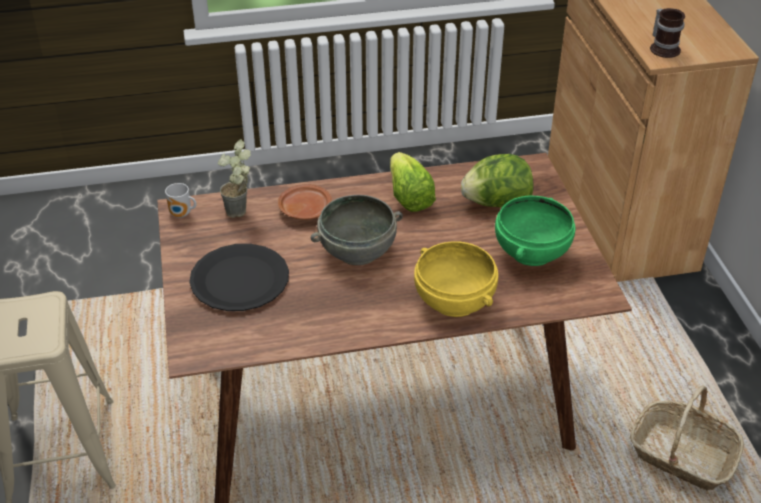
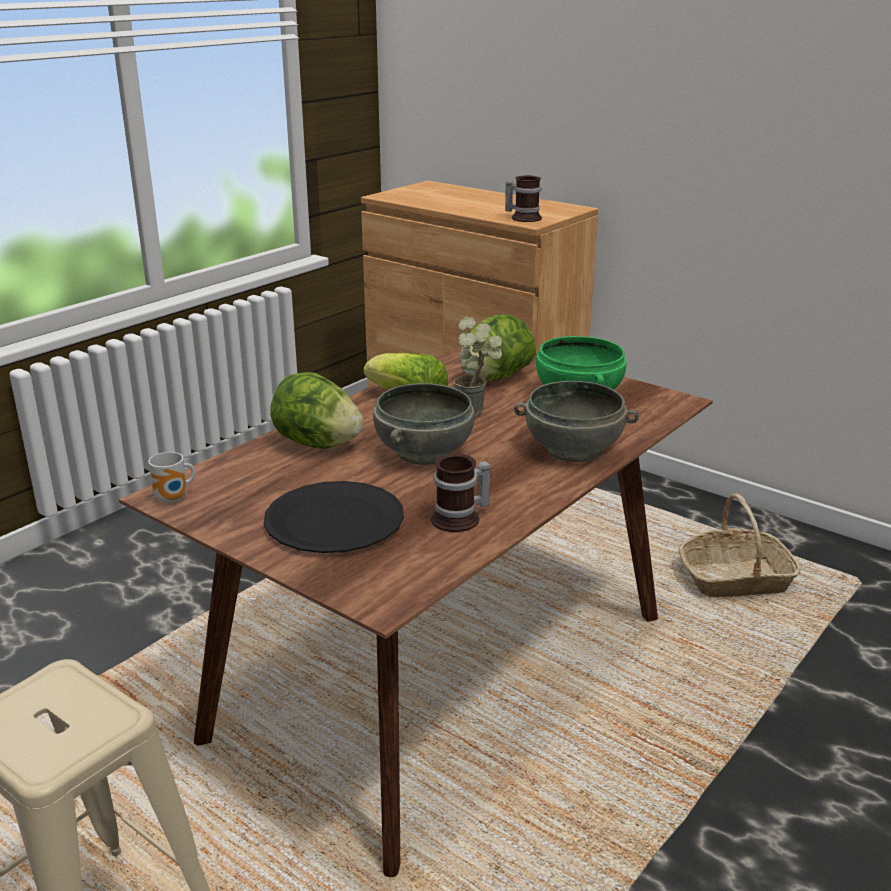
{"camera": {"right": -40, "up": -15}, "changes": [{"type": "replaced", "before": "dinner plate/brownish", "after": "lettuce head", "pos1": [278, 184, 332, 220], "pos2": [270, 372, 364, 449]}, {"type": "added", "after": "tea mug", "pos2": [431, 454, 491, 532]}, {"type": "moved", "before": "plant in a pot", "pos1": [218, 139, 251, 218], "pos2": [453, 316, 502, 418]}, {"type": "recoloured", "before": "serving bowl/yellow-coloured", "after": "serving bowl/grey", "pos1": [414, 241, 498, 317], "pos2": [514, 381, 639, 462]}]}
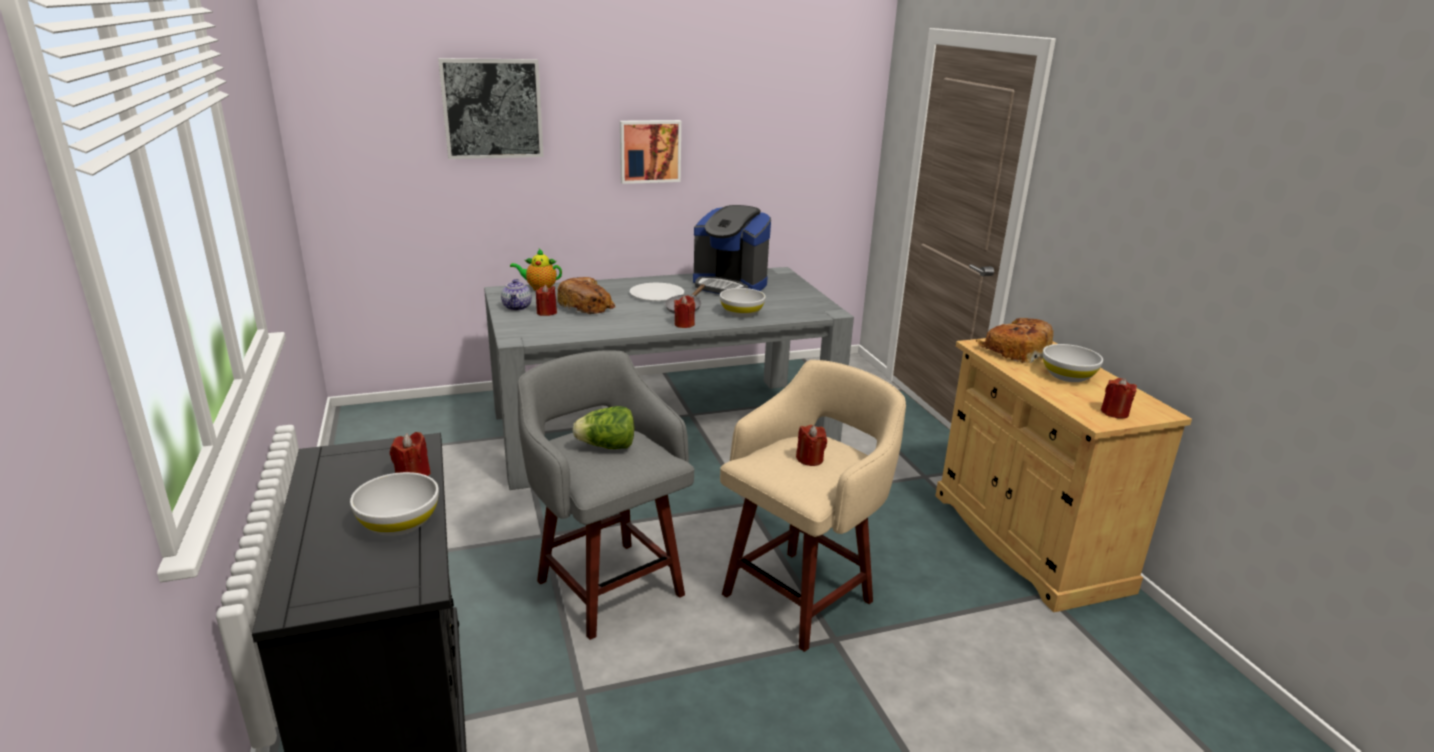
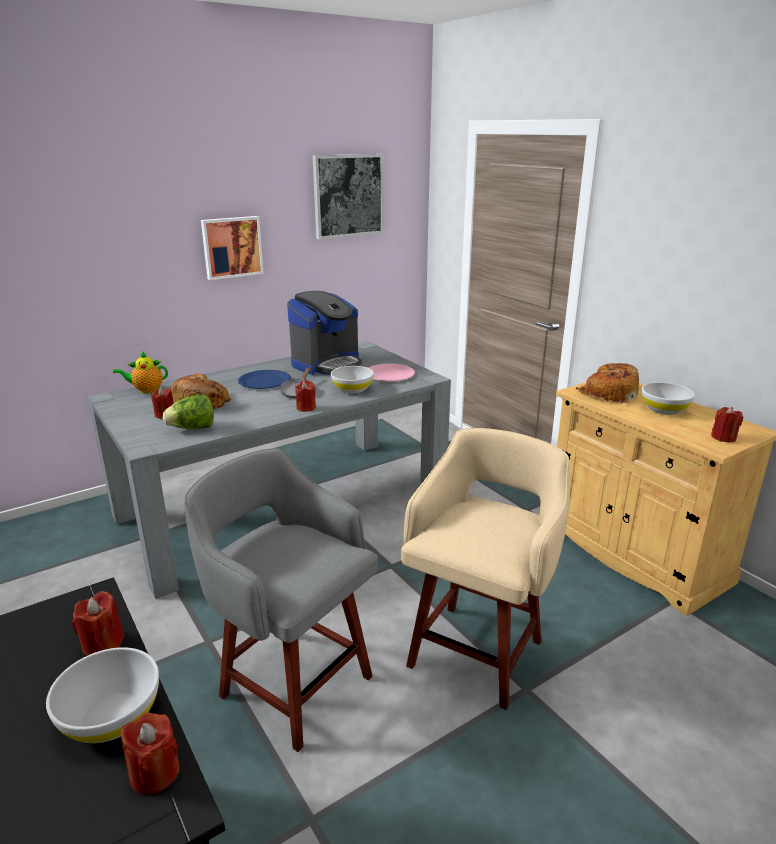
{"camera": {"right": -15, "up": 0}, "changes": [{"type": "moved", "before": "wax candle/red-coloured", "pos1": [796, 425, 827, 466], "pos2": [120, 713, 180, 795]}, {"type": "moved", "before": "lettuce head", "pos1": [573, 406, 634, 449], "pos2": [163, 394, 214, 429]}, {"type": "recoloured", "before": "dinner plate/white-coloured", "after": "dinner plate/blue", "pos1": [629, 283, 684, 301], "pos2": [238, 370, 291, 389]}, {"type": "turned", "before": "coffee brewer", "pos1": [693, 205, 771, 294], "pos2": [287, 291, 362, 375], "turn": -60}, {"type": "moved", "before": "wall art", "pos1": [438, 58, 544, 159], "pos2": [313, 154, 384, 239]}, {"type": "added", "after": "dinner plate/pink-coloured", "pos2": [368, 364, 415, 382]}, {"type": "removed", "before": "teapot", "pos1": [501, 279, 532, 311]}]}
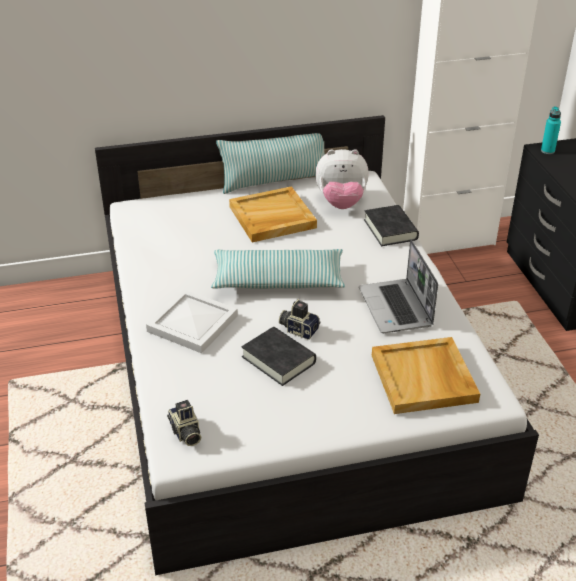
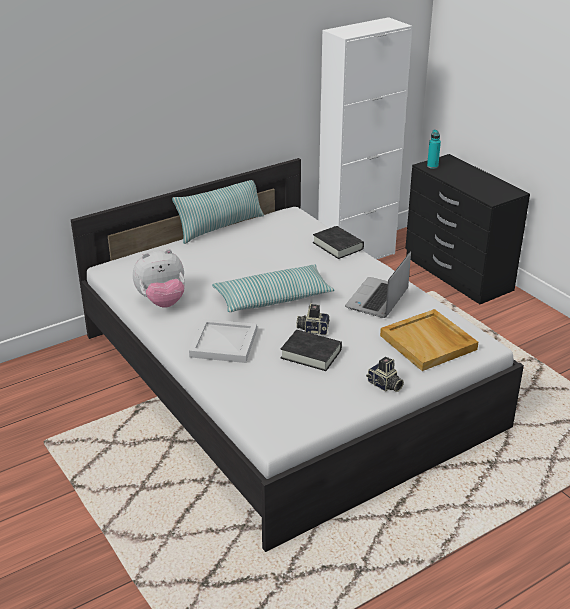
{"camera": {"right": -20, "up": -5}, "changes": [{"type": "moved", "before": "soft toy", "pos1": [315, 149, 369, 209], "pos2": [133, 249, 185, 308]}, {"type": "turned", "before": "portable computer", "pos1": [359, 239, 438, 333], "pos2": [345, 251, 411, 318], "turn": 60}, {"type": "moved", "before": "photo camera", "pos1": [167, 400, 201, 446], "pos2": [366, 357, 404, 392]}, {"type": "removed", "before": "serving tray/beige", "pos1": [229, 186, 317, 242]}]}
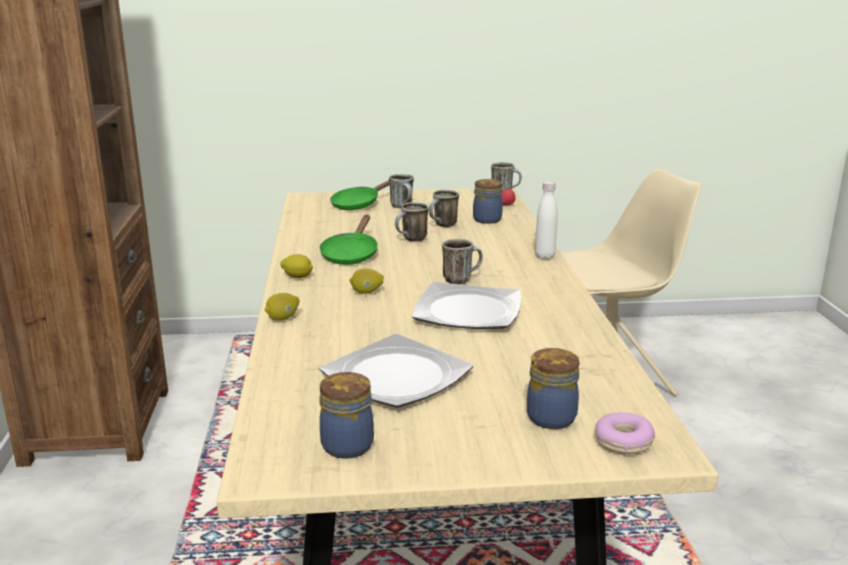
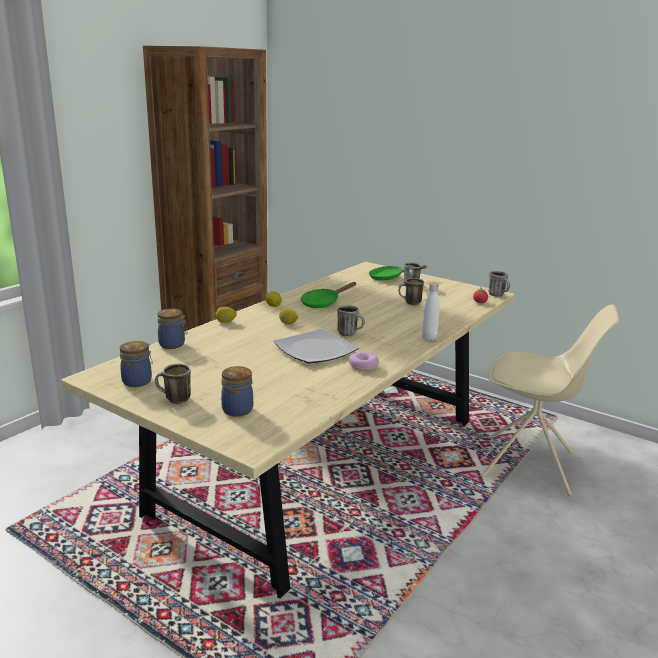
{"camera": {"right": 40, "up": 0}, "changes": [{"type": "moved", "before": "tea mug", "pos1": [395, 202, 429, 242], "pos2": [155, 364, 191, 404]}, {"type": "moved", "before": "preserve jar", "pos1": [473, 179, 503, 224], "pos2": [157, 309, 187, 349]}, {"type": "moved", "before": "ring doughnut", "pos1": [595, 413, 655, 454], "pos2": [348, 352, 379, 371]}, {"type": "removed", "before": "dinner plate", "pos1": [320, 334, 473, 407]}]}
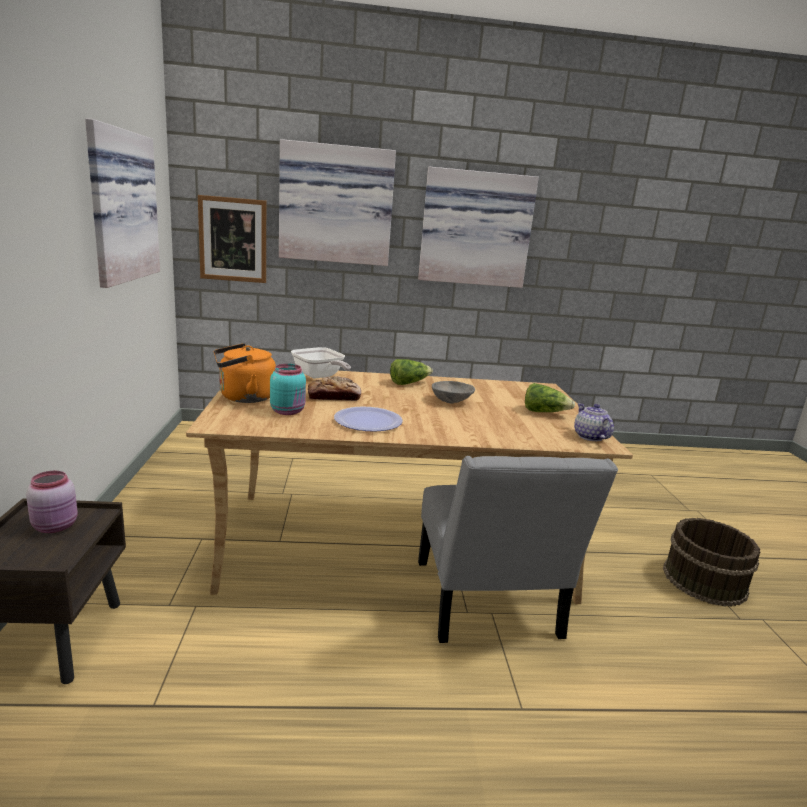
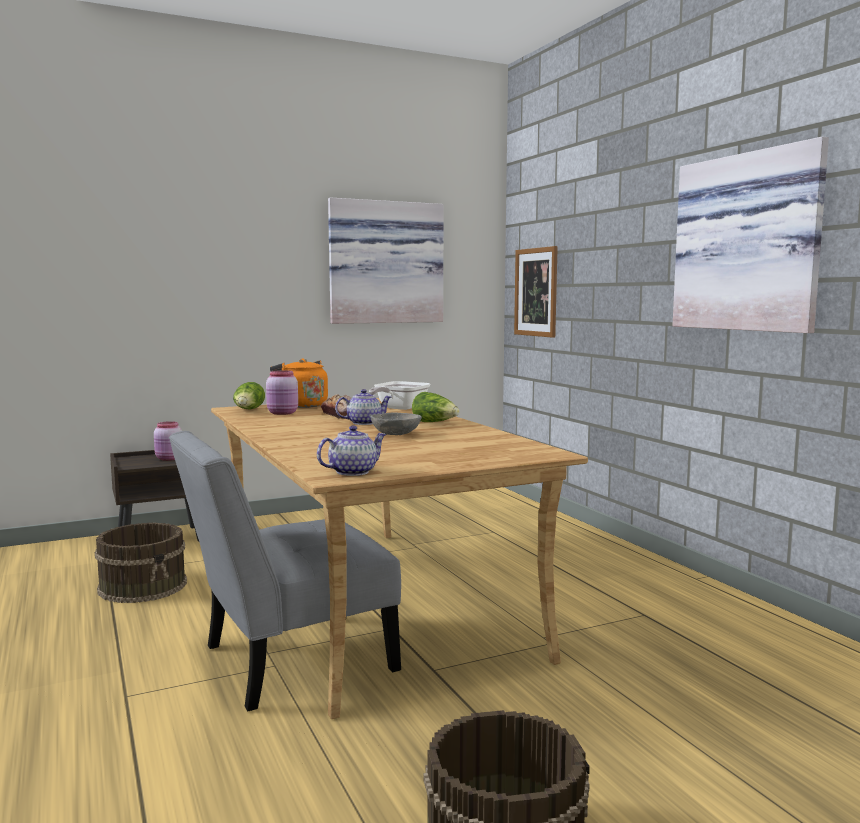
{"camera": {"right": 70, "up": -10}, "changes": [{"type": "added", "after": "water bucket/brownish", "pos2": [95, 523, 187, 603]}, {"type": "moved", "before": "lettuce head", "pos1": [525, 383, 575, 412], "pos2": [233, 382, 265, 410]}, {"type": "recoloured", "before": "preserve jar/blue-green", "after": "preserve jar/pink-coloured", "pos1": [270, 364, 306, 415], "pos2": [266, 370, 298, 415]}, {"type": "added", "after": "teapot", "pos2": [335, 389, 391, 425]}, {"type": "removed", "before": "wall art", "pos1": [279, 139, 396, 266]}, {"type": "removed", "before": "dinner plate", "pos1": [334, 407, 403, 432]}]}
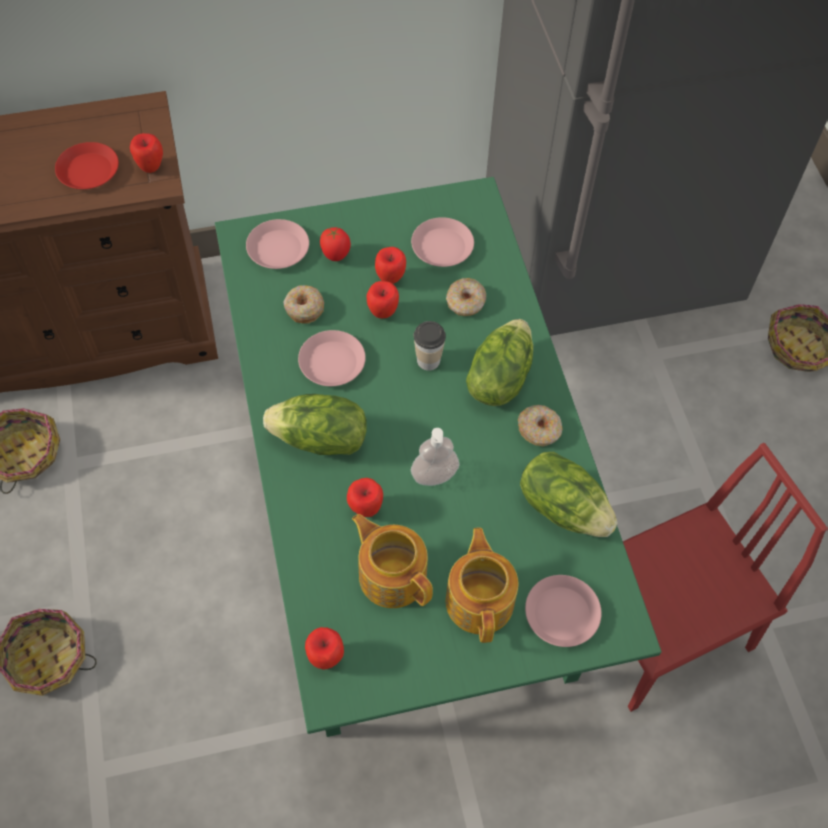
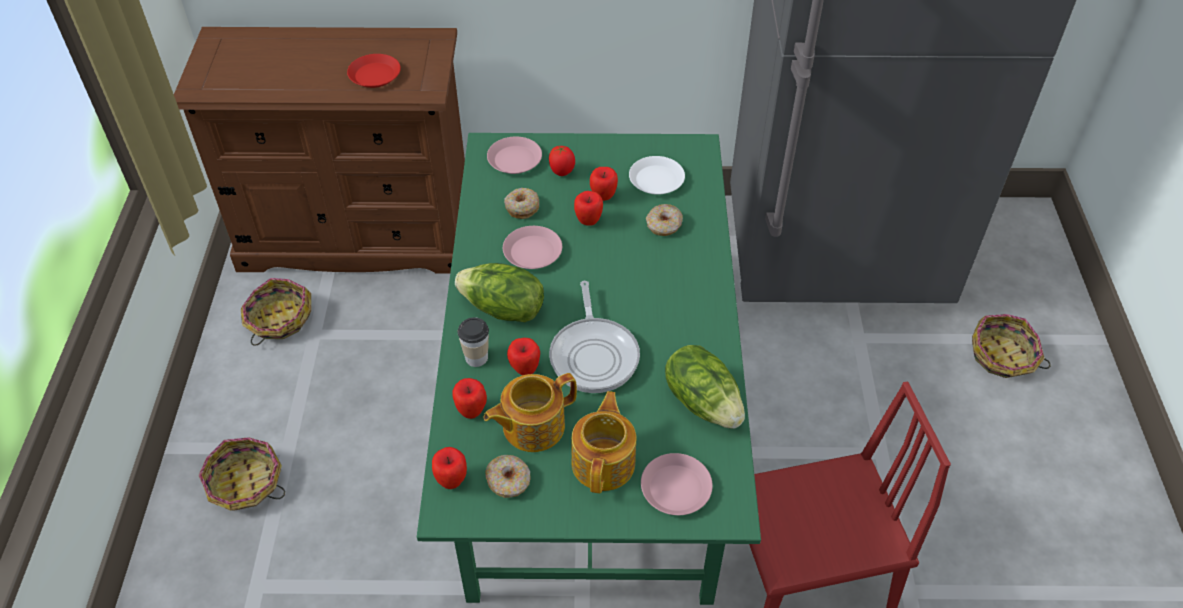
{"camera": {"right": 15, "up": -10}, "changes": [{"type": "moved", "before": "apple fruit", "pos1": [130, 133, 163, 173], "pos2": [452, 378, 487, 419]}, {"type": "moved", "before": "drinking cup", "pos1": [414, 321, 446, 371], "pos2": [458, 317, 489, 367]}, {"type": "turned", "before": "teapot", "pos1": [352, 514, 433, 608], "pos2": [483, 373, 577, 452], "turn": -90}, {"type": "moved", "before": "ring doughnut", "pos1": [518, 405, 563, 447], "pos2": [485, 455, 531, 498]}, {"type": "replaced", "before": "soap bottle", "after": "frying pan", "pos1": [411, 428, 460, 486], "pos2": [549, 281, 640, 393]}, {"type": "recoloured", "before": "dinner plate/pink-coloured", "after": "dinner plate/white-coloured", "pos1": [411, 217, 474, 267], "pos2": [629, 156, 685, 195]}, {"type": "removed", "before": "lettuce head", "pos1": [466, 319, 533, 406]}]}
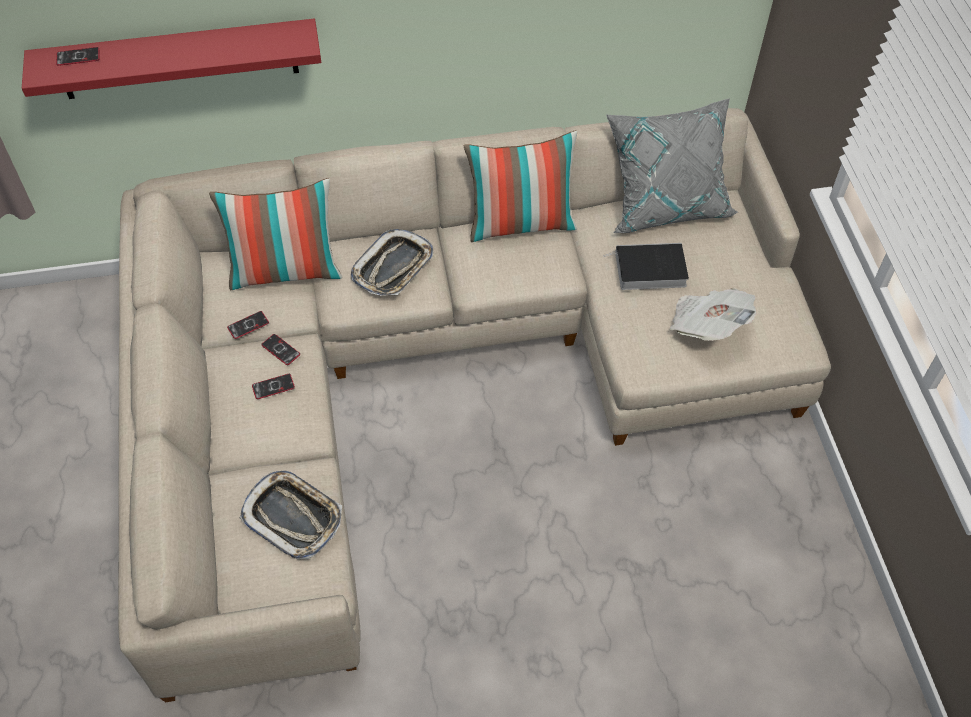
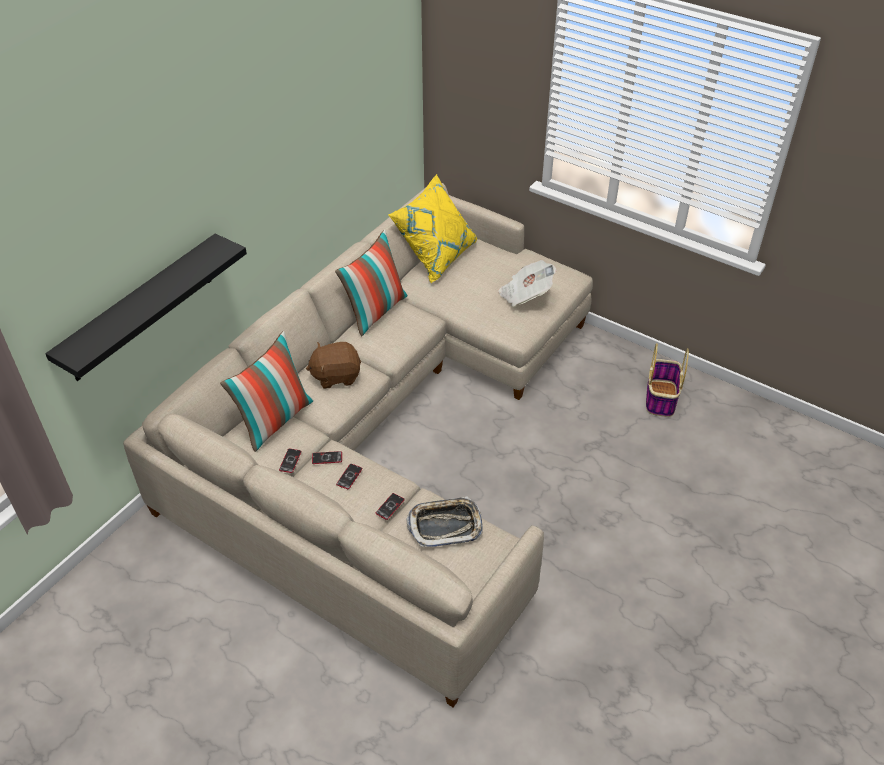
{"camera": {"right": -45, "up": -10}, "changes": [{"type": "recoloured", "before": "bracket shelf/red-coloured", "after": "bracket shelf/blackish", "pos1": [22, 19, 321, 99], "pos2": [45, 234, 247, 381]}, {"type": "replaced", "before": "serving tray", "after": "soft toy/brownish", "pos1": [351, 229, 433, 296], "pos2": [306, 342, 361, 389]}, {"type": "moved", "before": "telephone", "pos1": [56, 47, 99, 66], "pos2": [376, 493, 405, 520]}, {"type": "recoloured", "before": "pillow/grey", "after": "pillow/yellow-coloured", "pos1": [606, 98, 738, 233], "pos2": [388, 174, 477, 283]}, {"type": "added", "after": "household basket", "pos2": [646, 343, 689, 417]}, {"type": "removed", "before": "book", "pos1": [603, 243, 689, 290]}]}
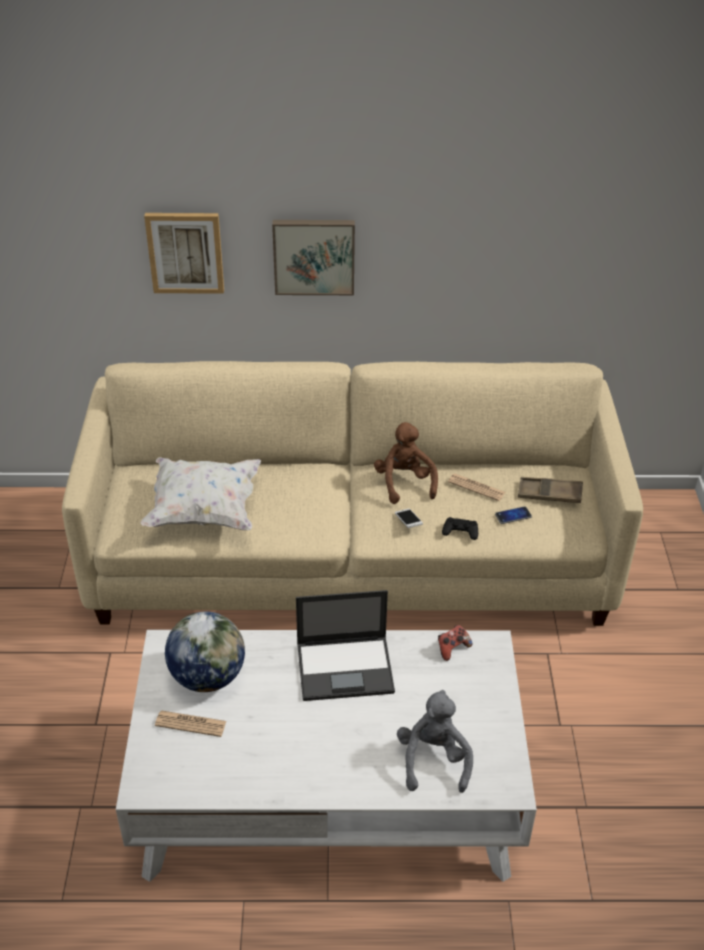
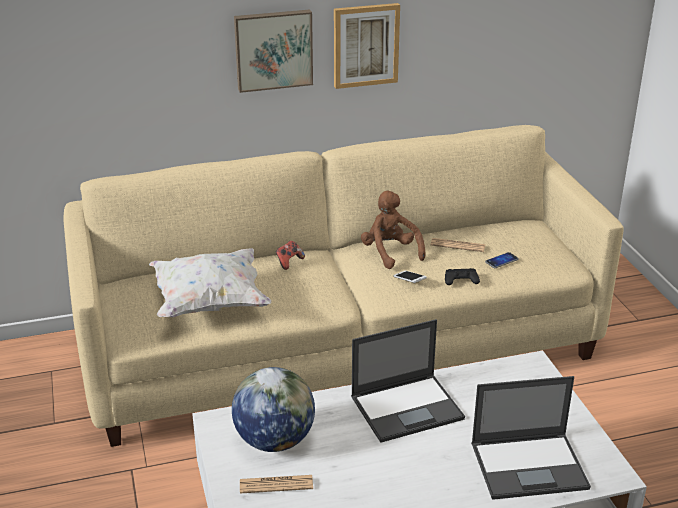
{"camera": {"right": -15, "up": -10}, "changes": [{"type": "moved", "before": "joypad", "pos1": [438, 625, 472, 661], "pos2": [276, 241, 305, 270]}, {"type": "moved", "before": "wall art", "pos1": [144, 213, 224, 294], "pos2": [334, 3, 400, 89]}, {"type": "replaced", "before": "soft toy/grey", "after": "portable computer", "pos1": [397, 690, 473, 793], "pos2": [471, 376, 591, 500]}, {"type": "removed", "before": "serving tray/brownish", "pos1": [518, 477, 583, 503]}]}
